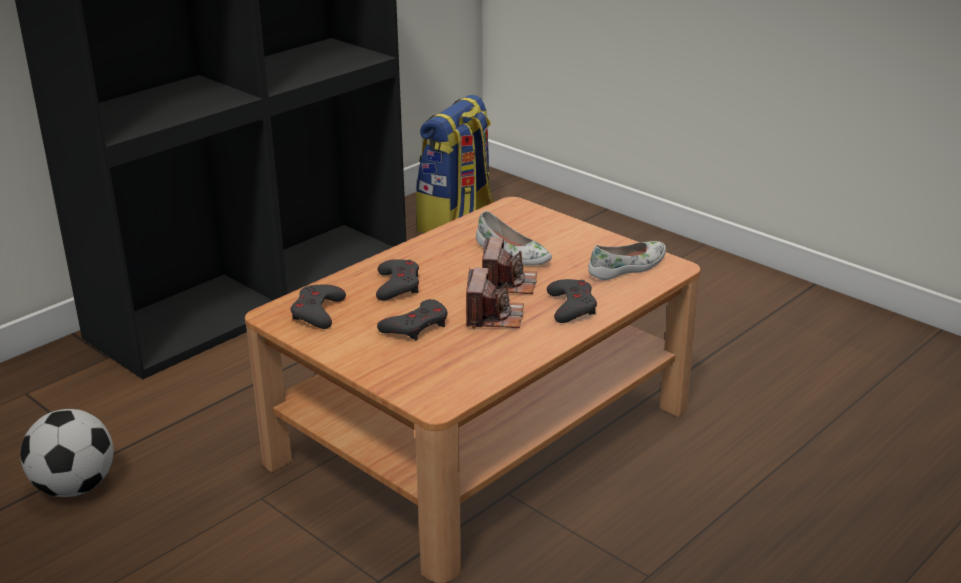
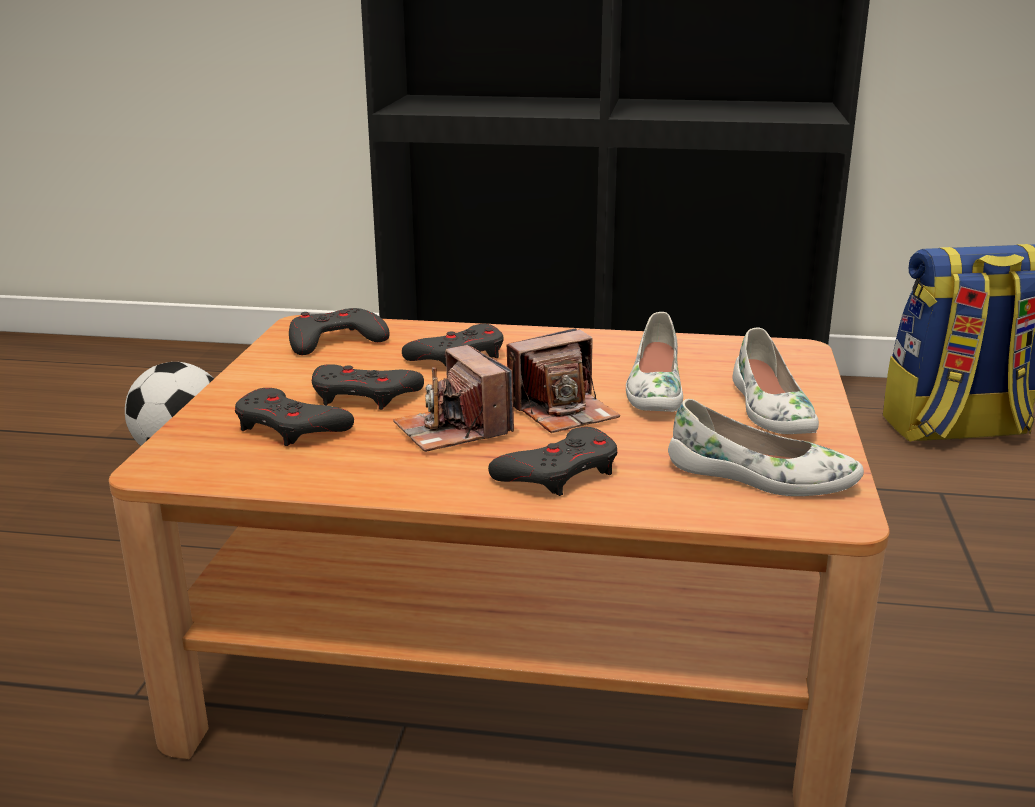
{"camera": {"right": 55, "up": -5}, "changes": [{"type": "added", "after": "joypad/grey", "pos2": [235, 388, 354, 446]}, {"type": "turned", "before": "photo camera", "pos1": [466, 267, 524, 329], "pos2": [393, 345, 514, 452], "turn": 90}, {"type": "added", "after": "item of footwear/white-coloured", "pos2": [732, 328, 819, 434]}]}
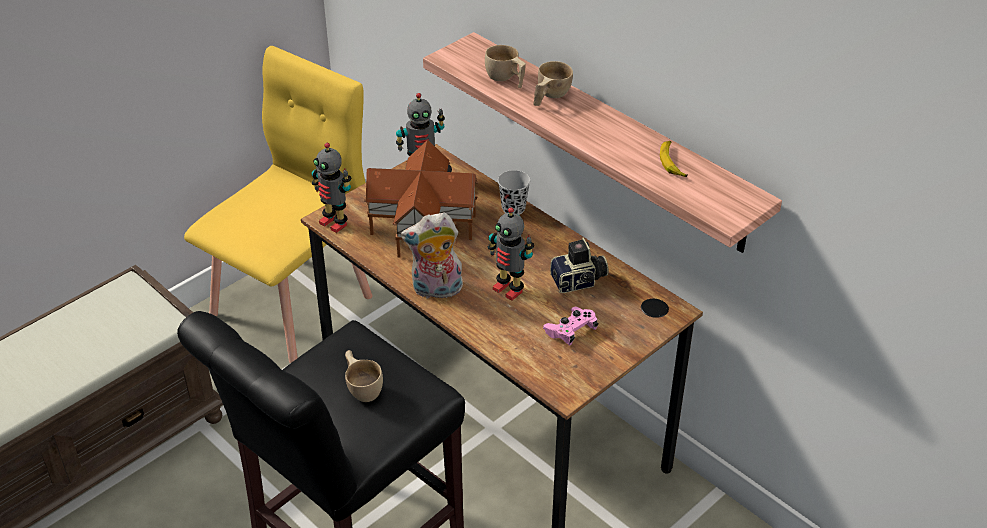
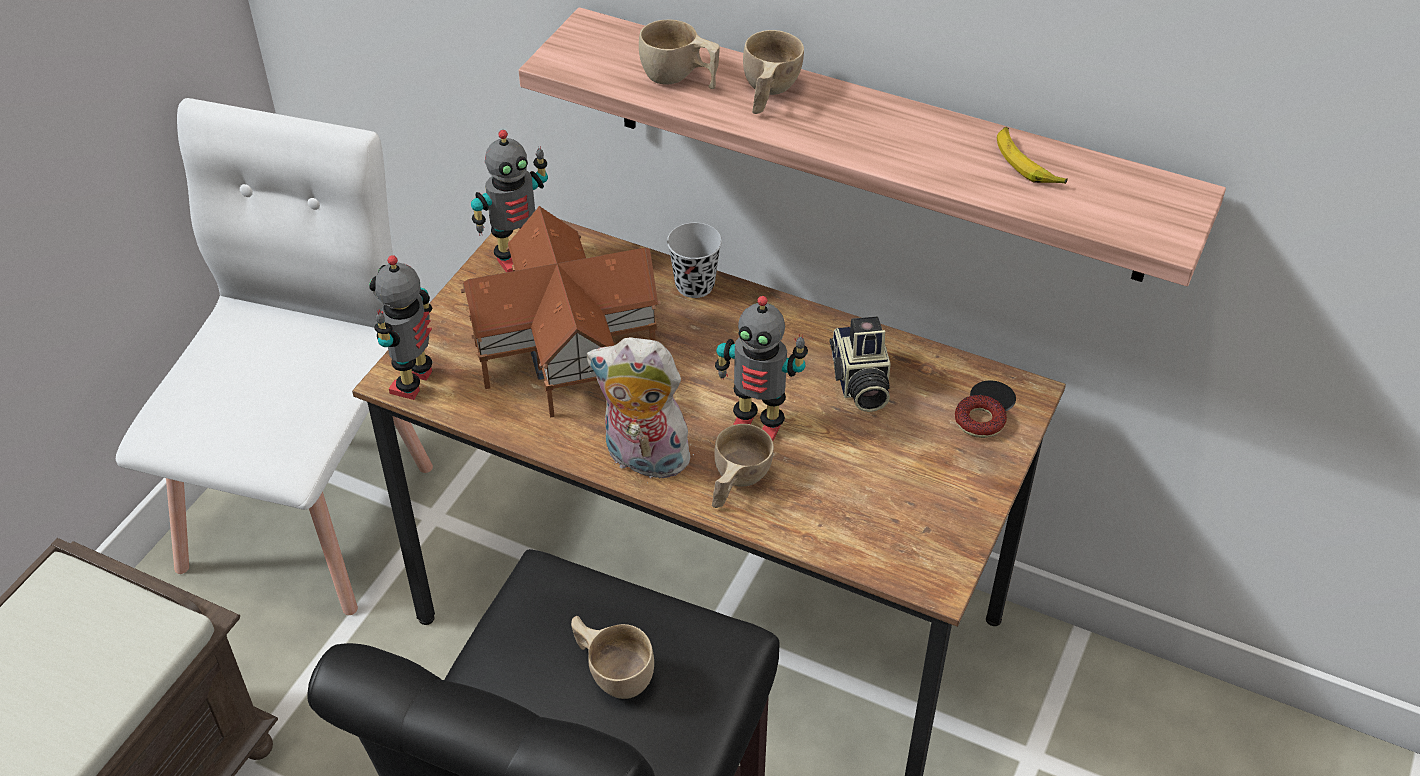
{"camera": {"right": -20, "up": 5}, "changes": [{"type": "recoloured", "before": "chair/yellow-coloured", "after": "chair/white-coloured", "pos1": [184, 46, 372, 363], "pos2": [116, 98, 433, 615]}, {"type": "turned", "before": "model robot", "pos1": [312, 143, 351, 233], "pos2": [369, 255, 432, 400], "turn": 90}, {"type": "turned", "before": "soft toy", "pos1": [401, 212, 463, 298], "pos2": [587, 337, 696, 483], "turn": 45}, {"type": "added", "after": "drinking cup/beige", "pos2": [712, 424, 774, 508]}, {"type": "turned", "before": "photo camera", "pos1": [550, 237, 609, 293], "pos2": [830, 316, 891, 412], "turn": 120}, {"type": "added", "after": "ring doughnut", "pos2": [955, 395, 1007, 438]}, {"type": "removed", "before": "joypad/pink-coloured", "pos1": [543, 307, 598, 346]}]}
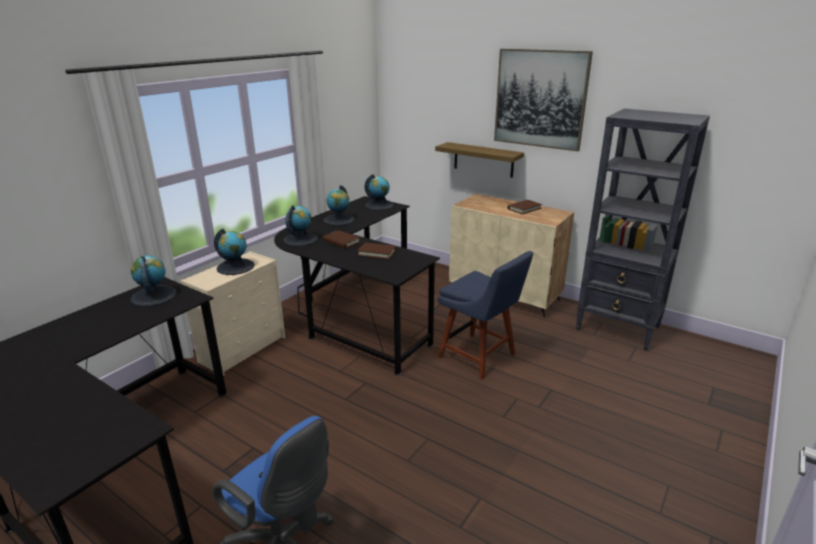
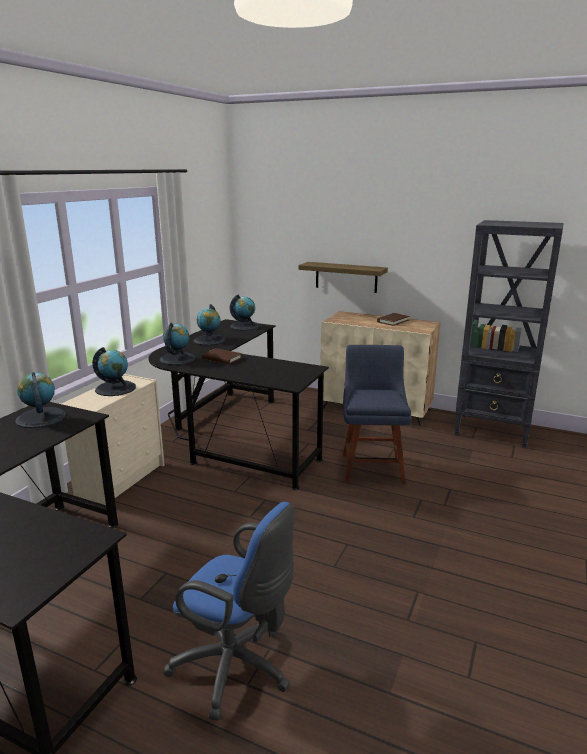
{"camera": {"right": -10, "up": -5}, "changes": [{"type": "turned", "before": "chair/blue", "pos1": [438, 251, 533, 380], "pos2": [343, 345, 412, 484], "turn": -120}, {"type": "removed", "before": "book/brownish", "pos1": [357, 243, 396, 259]}, {"type": "removed", "before": "wall art", "pos1": [494, 49, 593, 151]}]}
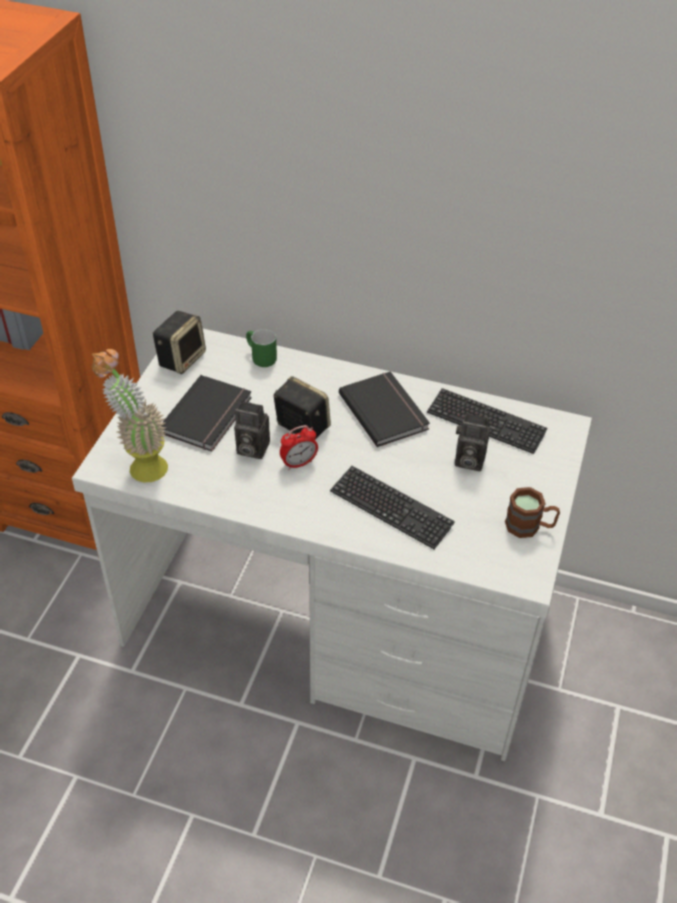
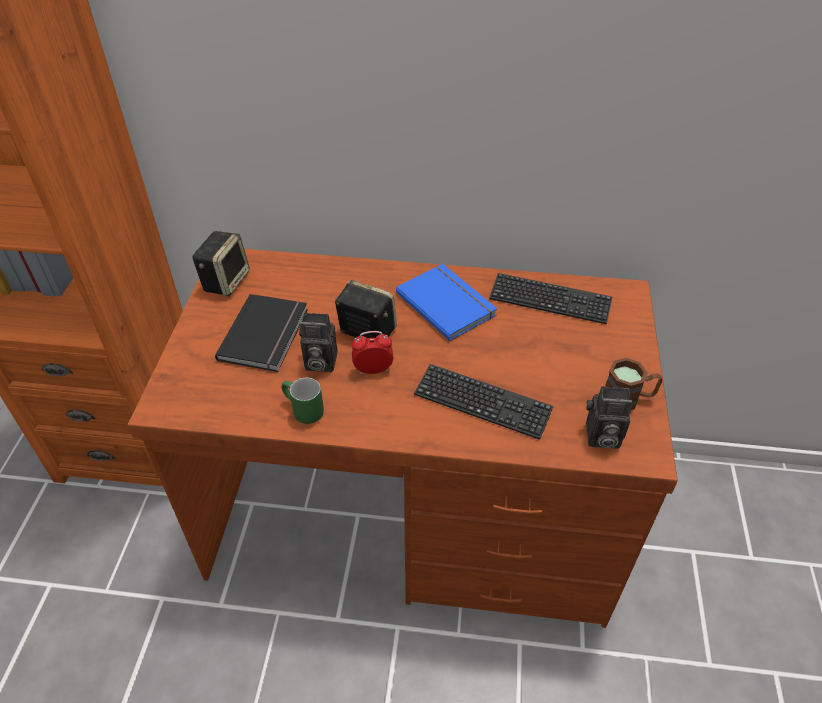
{"camera": {"right": -10, "up": 0}, "changes": [{"type": "recoloured", "before": "desk table/white-coloured", "after": "desk table/brownish", "pos1": [72, 329, 592, 761], "pos2": [128, 249, 678, 628]}, {"type": "moved", "before": "tea mug/greenish", "pos1": [246, 329, 277, 367], "pos2": [281, 378, 324, 424]}, {"type": "turned", "before": "table clock", "pos1": [280, 425, 318, 470], "pos2": [352, 331, 393, 374], "turn": -150}, {"type": "recoloured", "before": "book/blackish", "after": "book/blue", "pos1": [339, 372, 430, 447], "pos2": [396, 264, 497, 341]}, {"type": "moved", "before": "photo camera", "pos1": [455, 413, 490, 471], "pos2": [586, 386, 633, 449]}, {"type": "removed", "before": "plant in a pot", "pos1": [92, 349, 168, 482]}]}
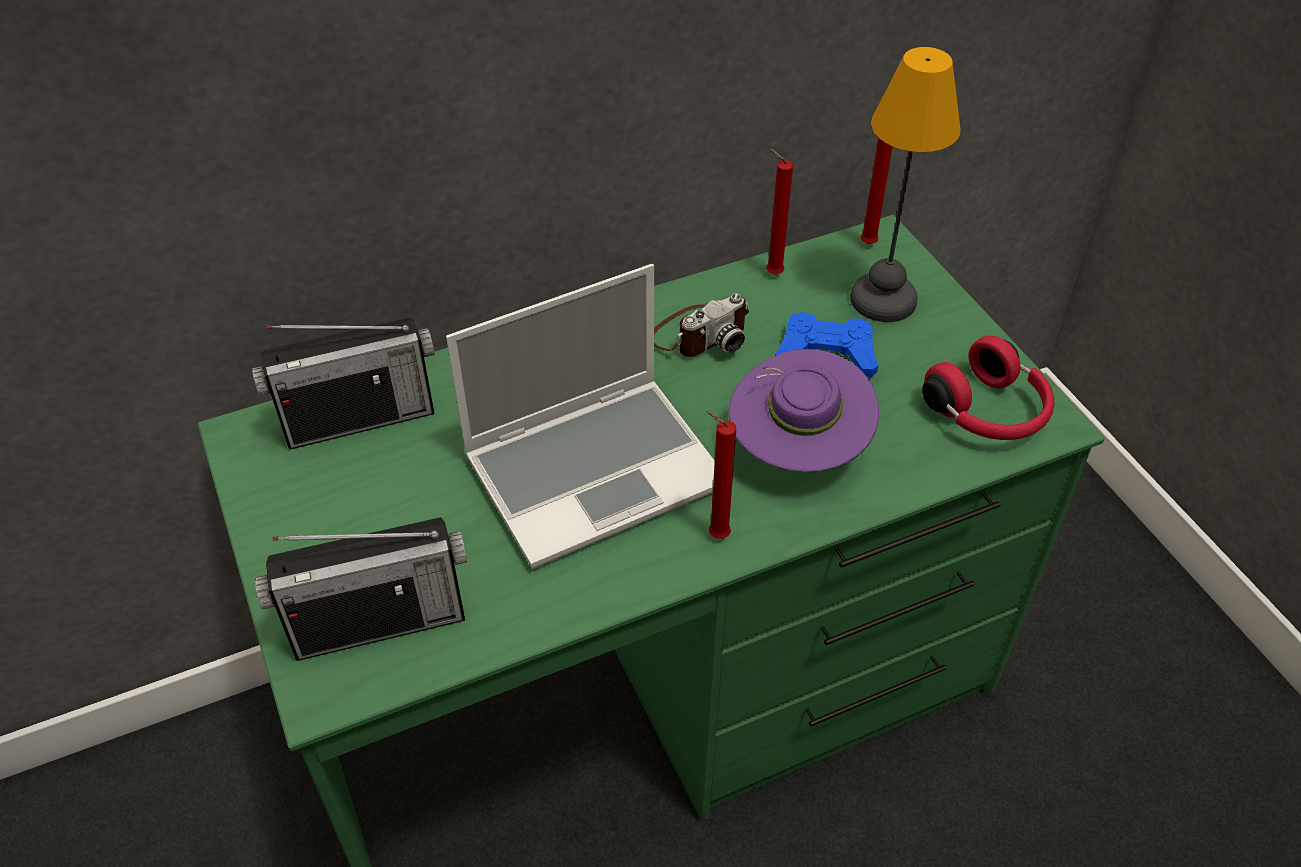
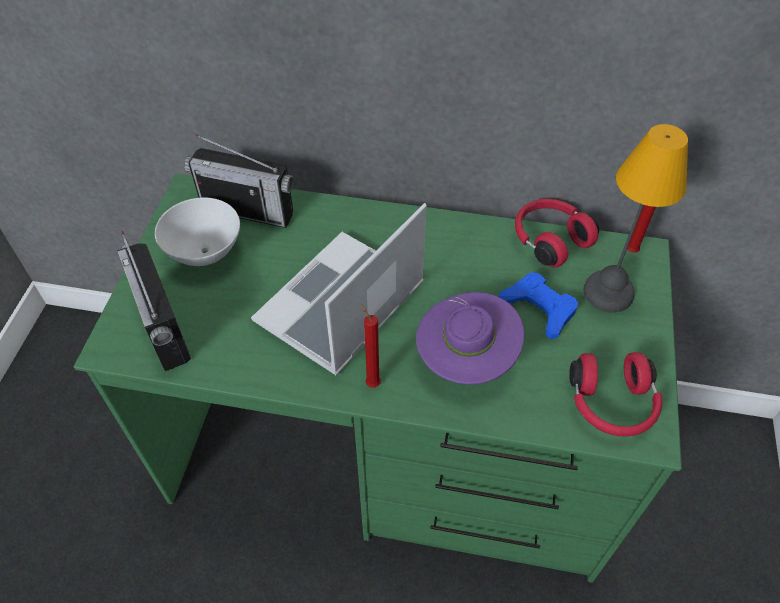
{"camera": {"right": 35, "up": 5}, "changes": [{"type": "turned", "before": "radio receiver", "pos1": [255, 517, 467, 661], "pos2": [117, 231, 191, 371], "turn": 45}, {"type": "added", "after": "serving bowl/white-coloured", "pos2": [155, 198, 240, 266]}, {"type": "turned", "before": "portable computer", "pos1": [446, 264, 715, 569], "pos2": [251, 203, 427, 376], "turn": 120}, {"type": "replaced", "before": "wax candle/red-coloured", "after": "pair of headphones/red-coloured", "pos1": [766, 149, 793, 274], "pos2": [515, 199, 599, 267]}, {"type": "removed", "before": "photo camera", "pos1": [654, 294, 749, 357]}]}
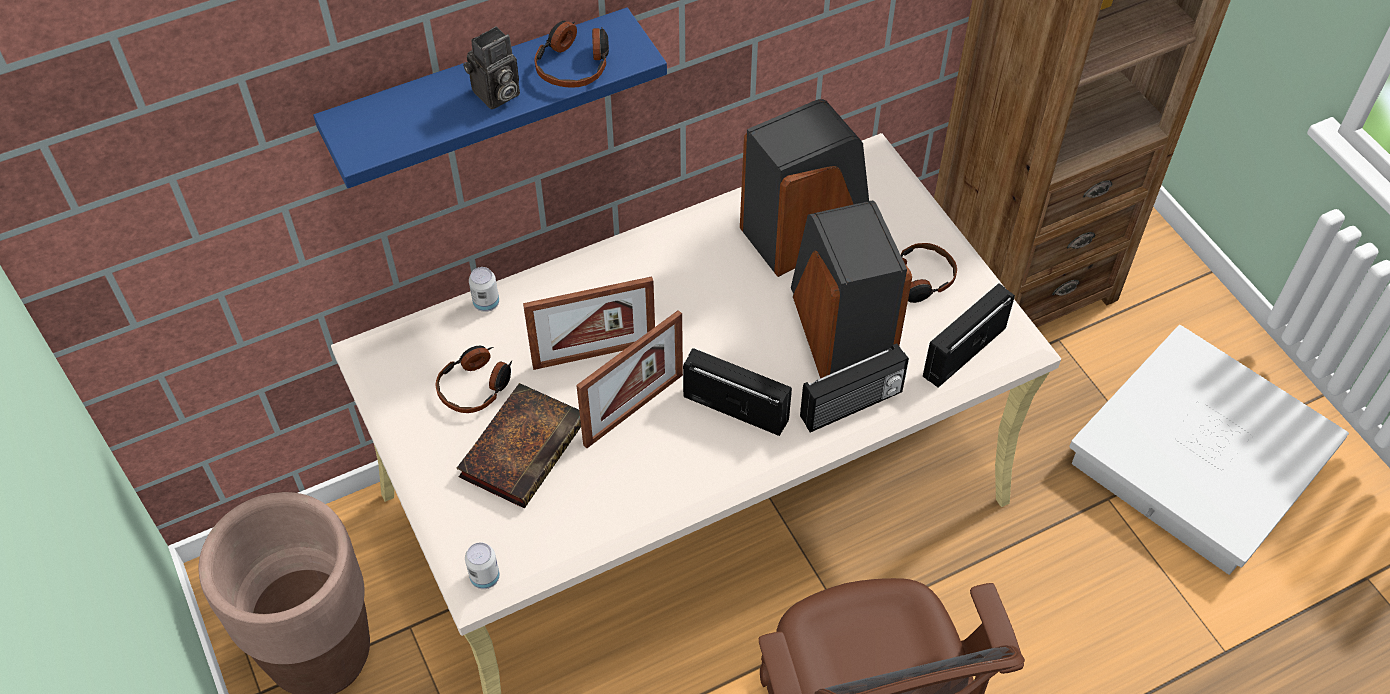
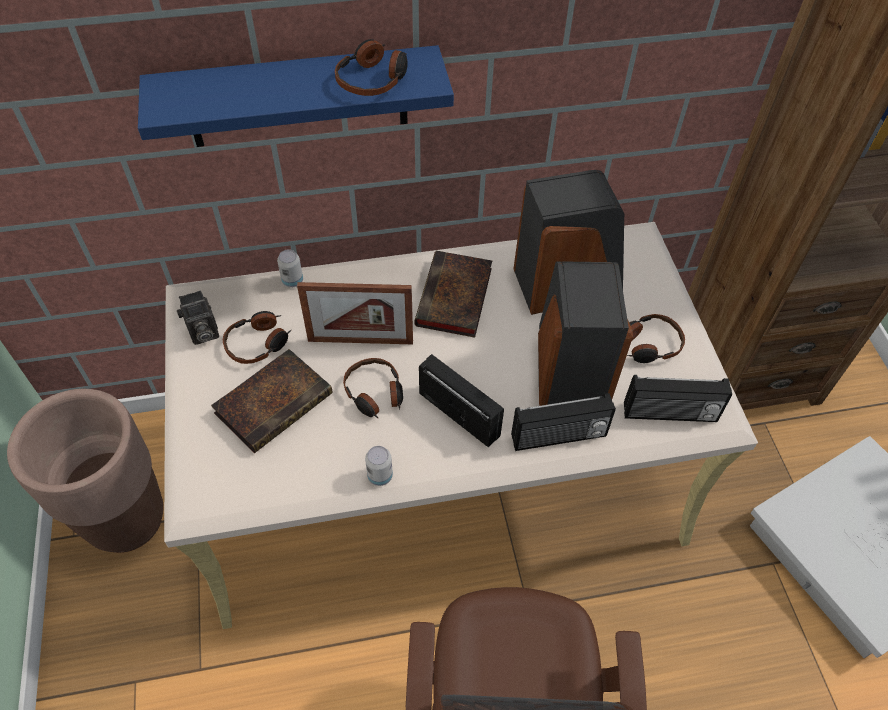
{"camera": {"right": 15, "up": 0}, "changes": [{"type": "moved", "before": "photo camera", "pos1": [463, 26, 520, 110], "pos2": [177, 290, 219, 345]}, {"type": "replaced", "before": "standing frame", "after": "pair of headphones", "pos1": [576, 310, 683, 448], "pos2": [343, 358, 403, 419]}, {"type": "moved", "before": "sealed can", "pos1": [465, 542, 500, 589], "pos2": [365, 446, 393, 486]}, {"type": "added", "after": "book", "pos2": [414, 251, 492, 338]}, {"type": "turned", "before": "radio receiver", "pos1": [923, 283, 1015, 388], "pos2": [624, 375, 732, 422], "turn": -150}]}
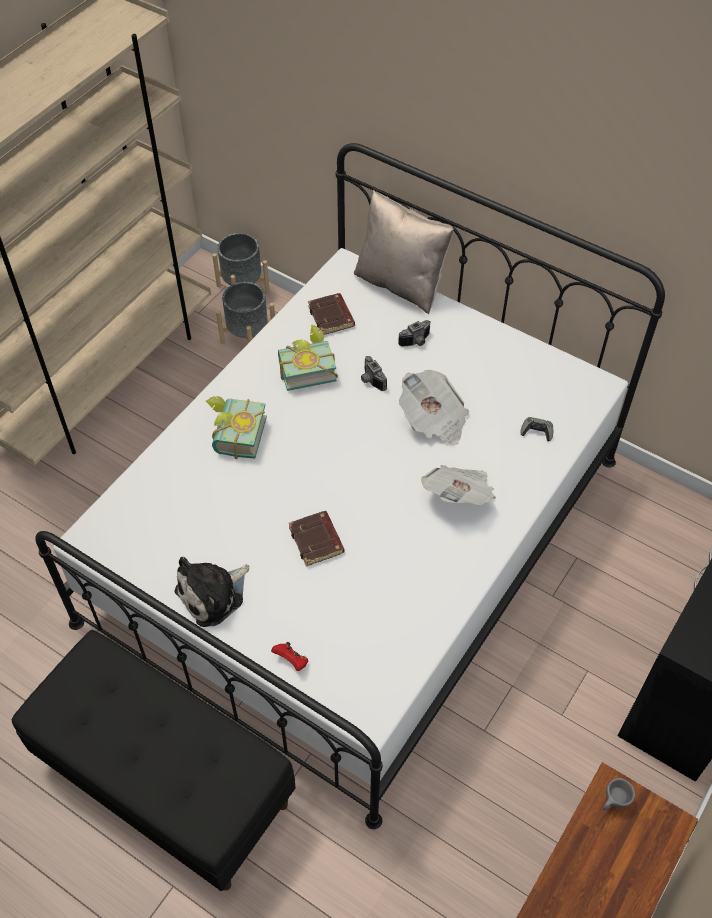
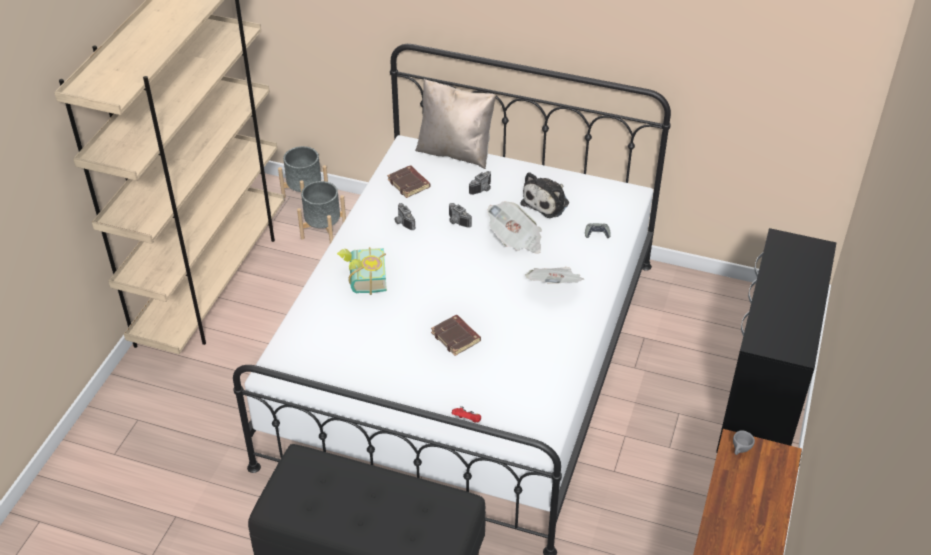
{"camera": {"right": -15, "up": -10}, "changes": [{"type": "replaced", "before": "book", "after": "photo camera", "pos1": [278, 325, 338, 391], "pos2": [395, 203, 416, 230]}, {"type": "moved", "before": "soft toy", "pos1": [175, 557, 249, 627], "pos2": [520, 172, 569, 218]}]}
